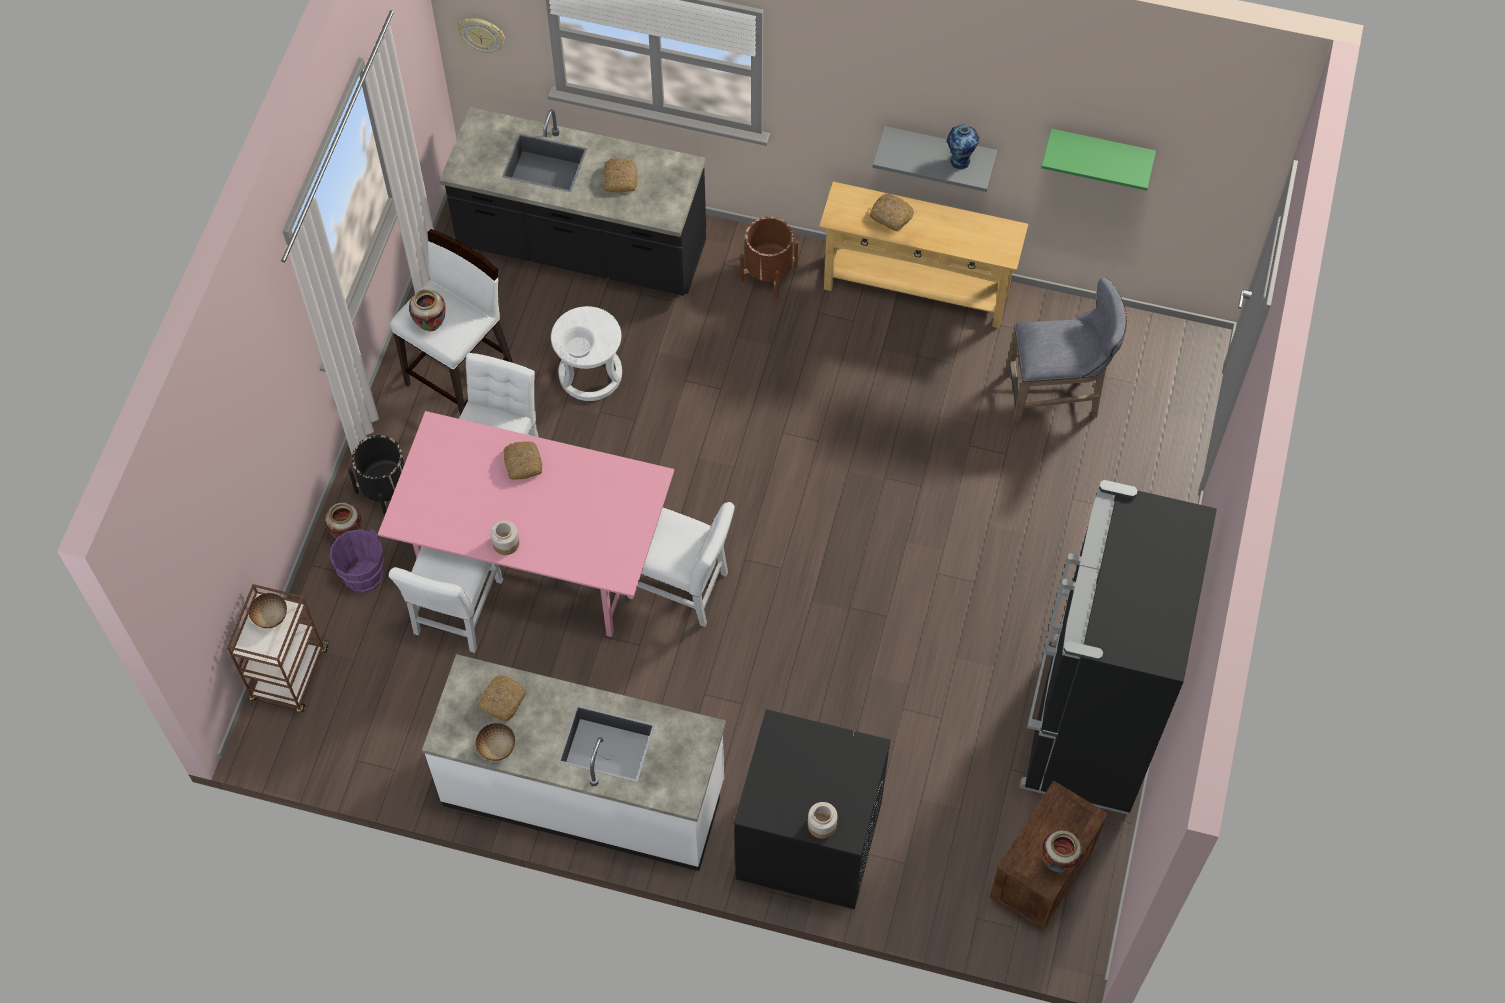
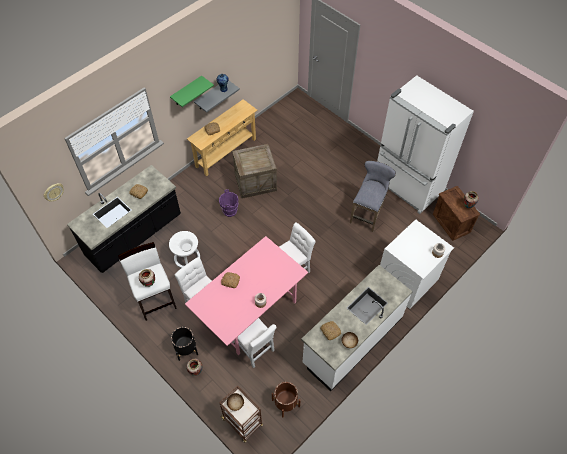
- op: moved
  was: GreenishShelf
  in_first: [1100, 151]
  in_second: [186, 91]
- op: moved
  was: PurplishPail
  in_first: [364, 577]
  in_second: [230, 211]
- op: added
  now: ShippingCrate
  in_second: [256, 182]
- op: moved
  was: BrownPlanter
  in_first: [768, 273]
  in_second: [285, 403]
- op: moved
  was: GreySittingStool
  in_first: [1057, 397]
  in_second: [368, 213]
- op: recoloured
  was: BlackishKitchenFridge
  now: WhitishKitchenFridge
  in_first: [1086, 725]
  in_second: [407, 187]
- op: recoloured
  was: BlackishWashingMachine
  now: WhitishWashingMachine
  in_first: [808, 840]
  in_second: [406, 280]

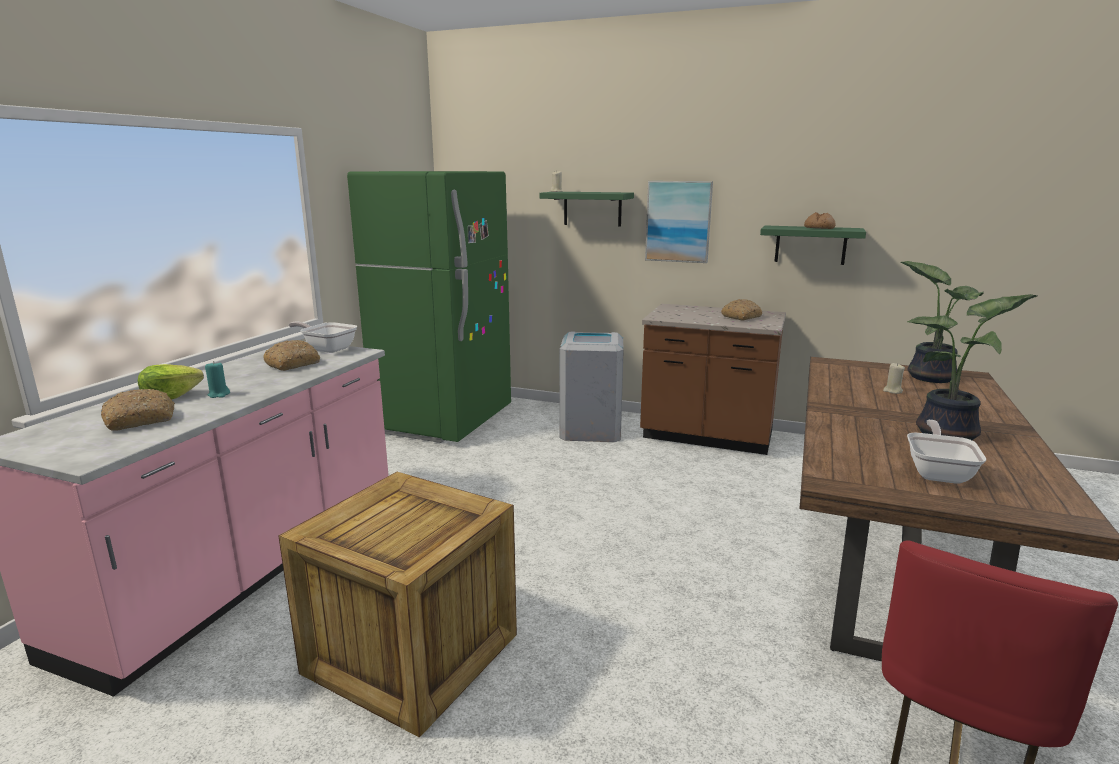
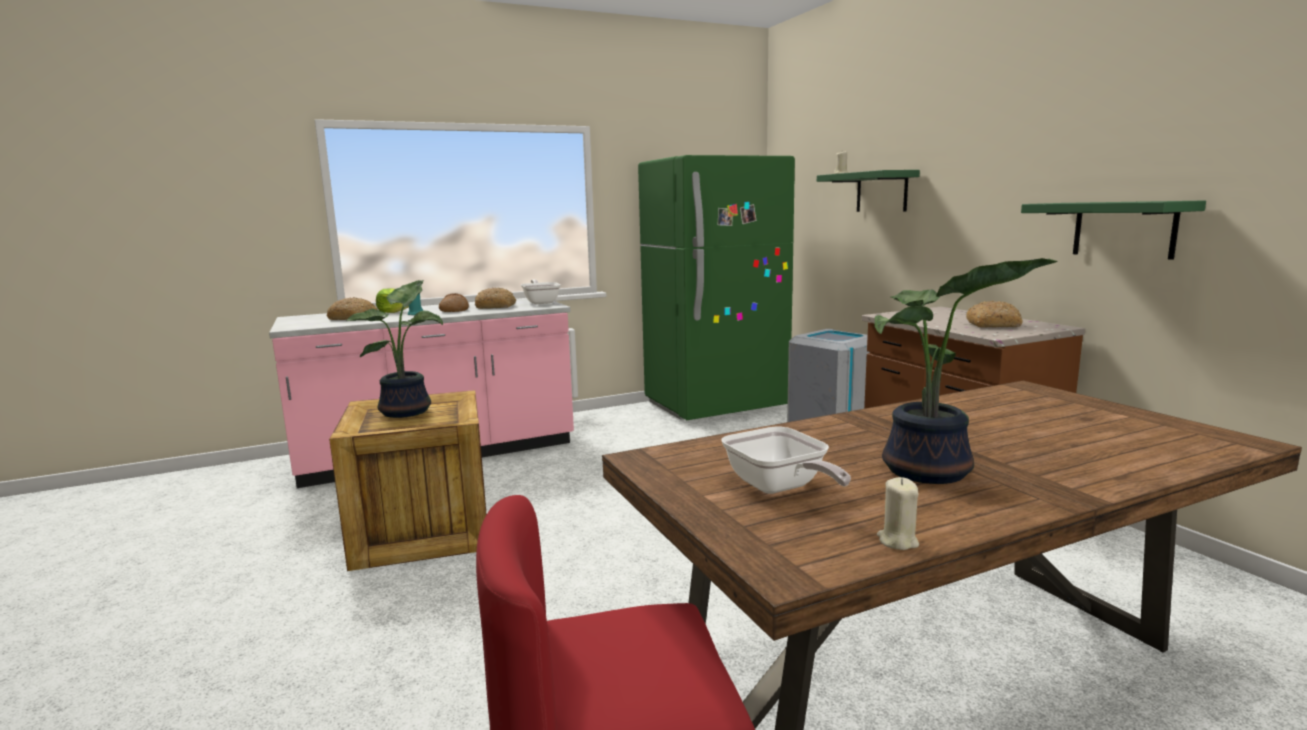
- op: moved
  was: PlantInAPot
  in_first: [930, 376]
  in_second: [409, 411]
- op: moved
  was: BakedBread
  in_first: [819, 228]
  in_second: [454, 310]
- op: turned
  was: Skillet
  in_first: [938, 472]
  in_second: [779, 488]
  clockwise: 90
- op: moved
  was: SandColouredWaxCandle
  in_first: [892, 391]
  in_second: [897, 541]
- op: removed
  was: Picture
  in_first: [678, 221]

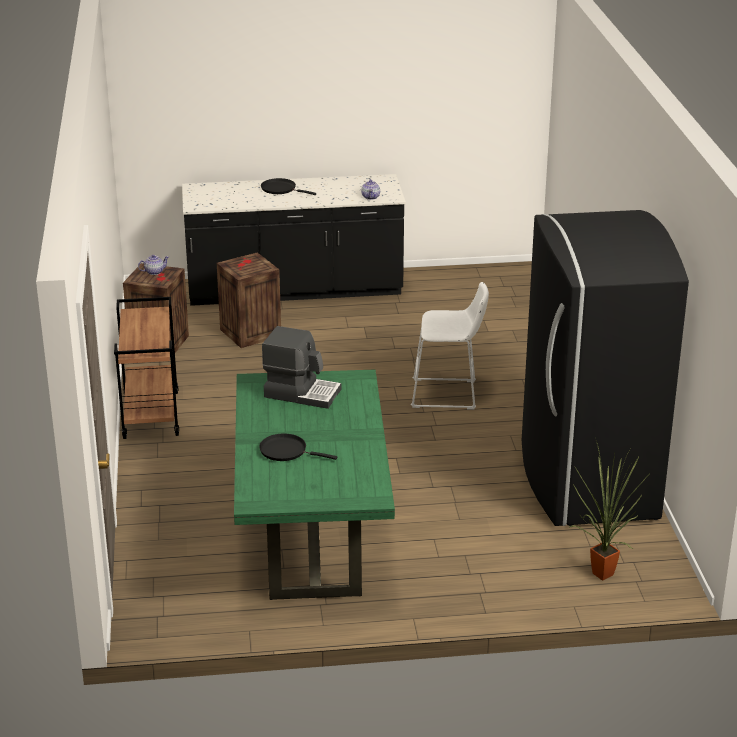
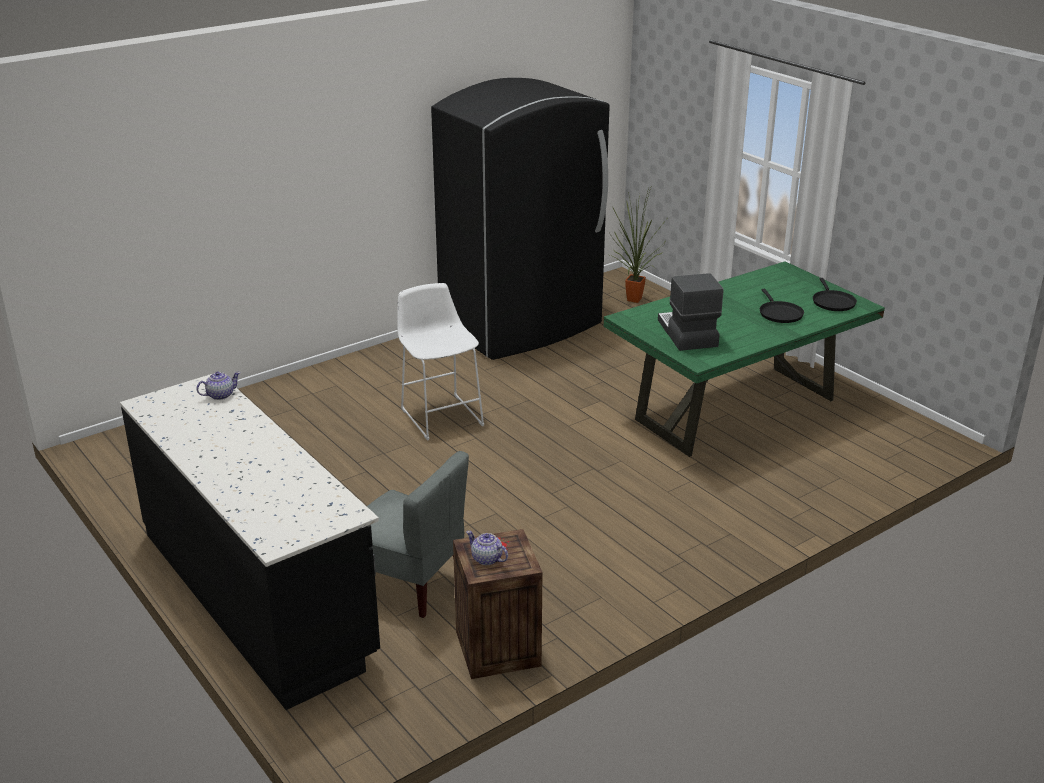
- op: replaced
  was: ShippingCrate
  now: GreyUprightChair
  in_first: [249, 333]
  in_second: [408, 584]
- op: moved
  was: BlackishSkillet
  in_first: [281, 189]
  in_second: [832, 302]
- op: removed
  was: BrownTrolley
  in_first: [150, 414]

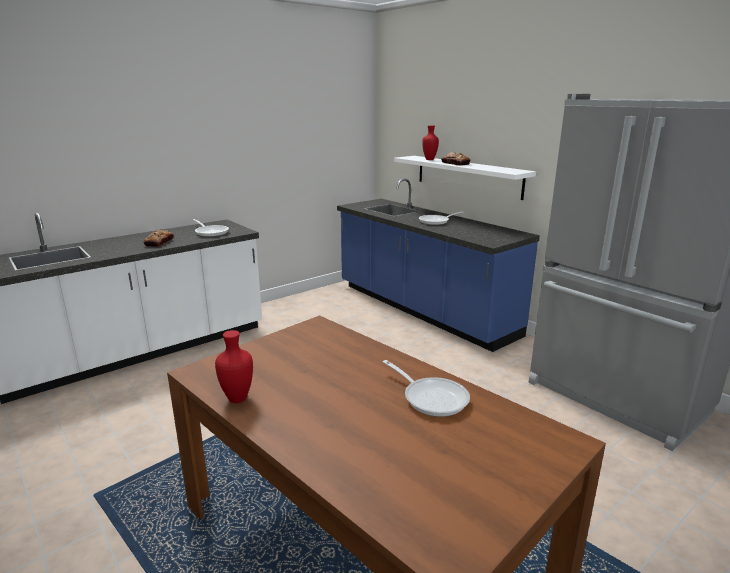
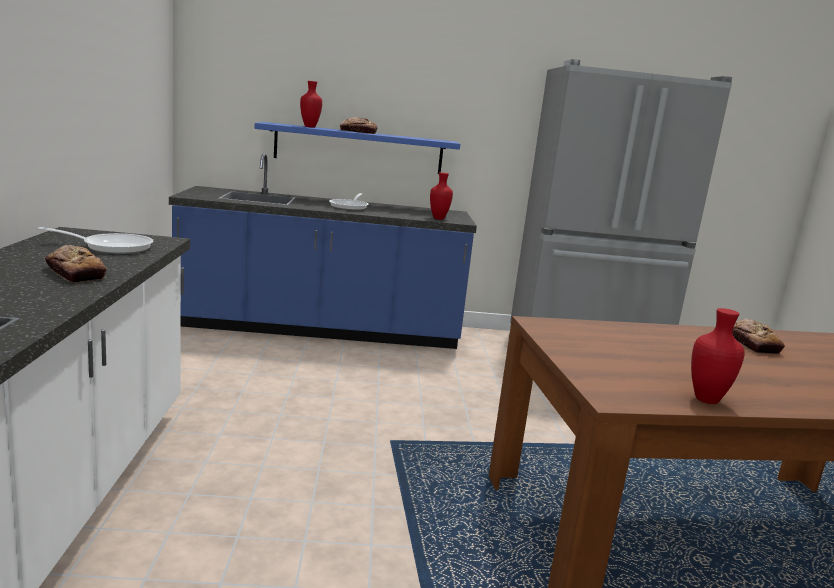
- op: recoloured
  was: WhitishShelf
  now: BlueColouredShelf
  in_first: [467, 176]
  in_second: [359, 149]
- op: added
  now: ReddishDecorativeVase
  in_second: [438, 219]
- op: replaced
  was: Skillet
  now: BakedBread
  in_first: [431, 398]
  in_second: [751, 343]

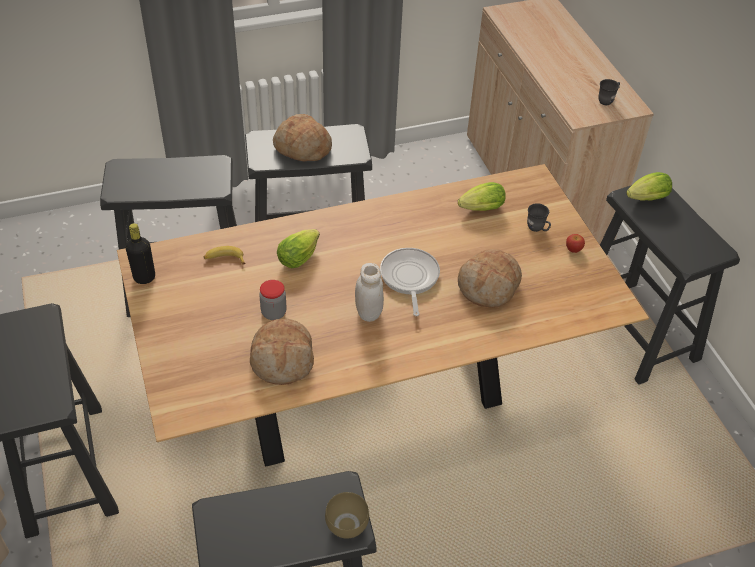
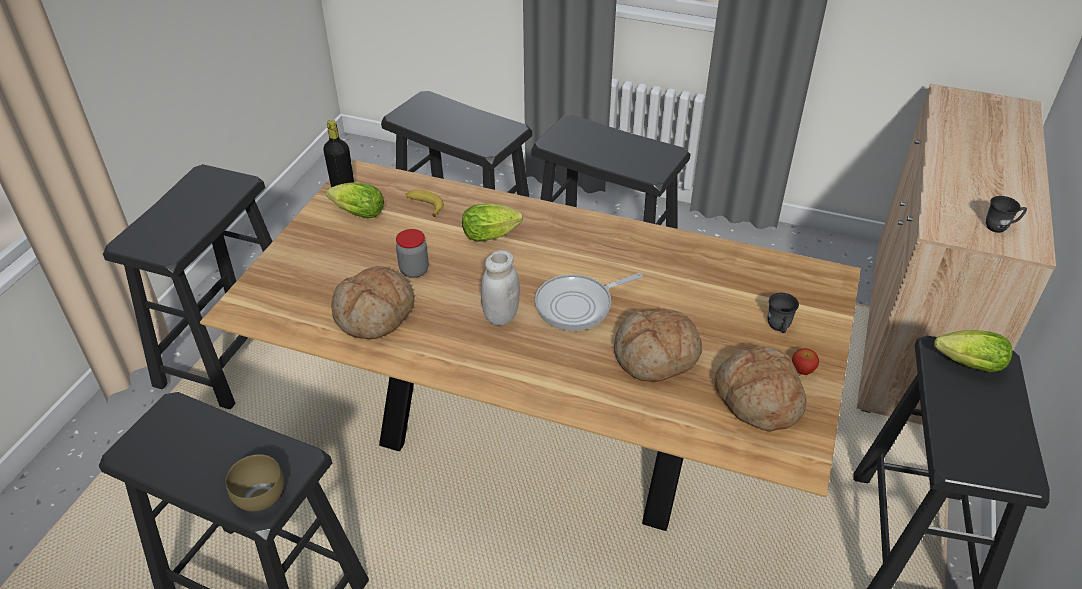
- op: moved
  was: Lettuce
  in_first: [479, 209]
  in_second: [356, 213]
- op: turned
  was: Skillet
  in_first: [409, 278]
  in_second: [578, 305]
  clockwise: -150
- op: moved
  was: BakedBread
  in_first: [302, 147]
  in_second: [757, 399]

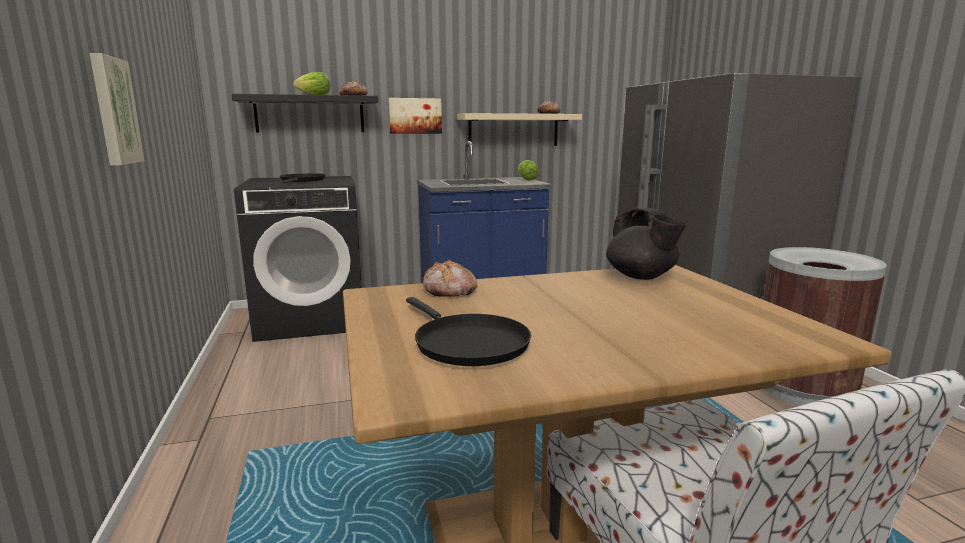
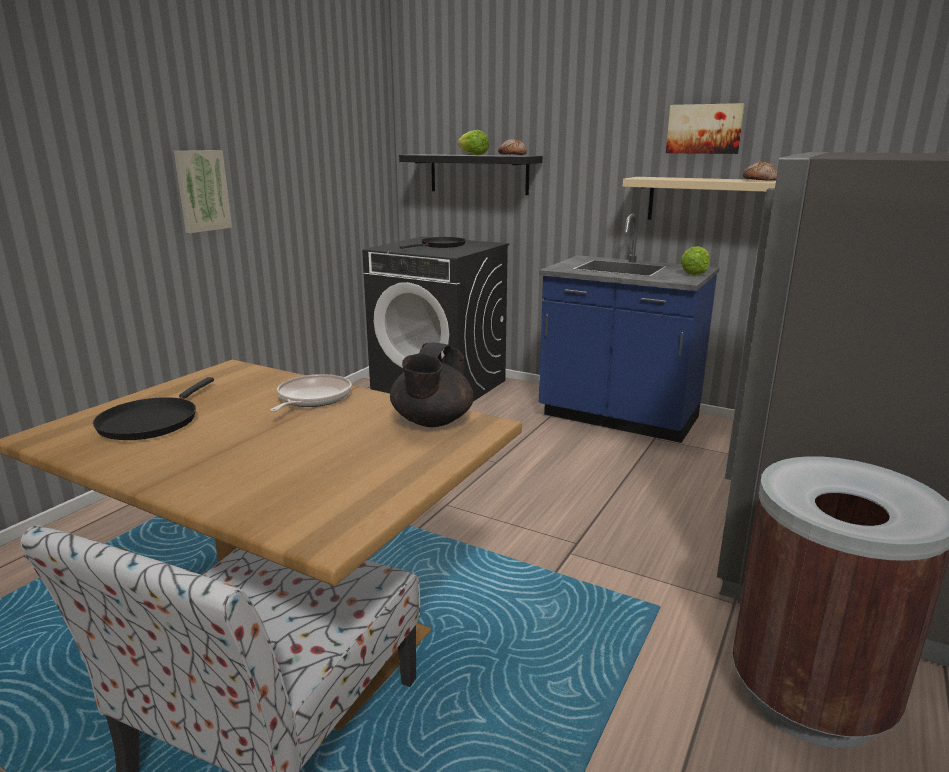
- op: added
  now: Skillet
  in_second: [312, 398]
- op: moved
  was: Picture
  in_first: [415, 116]
  in_second: [704, 129]
- op: removed
  was: BakedBread
  in_first: [449, 291]

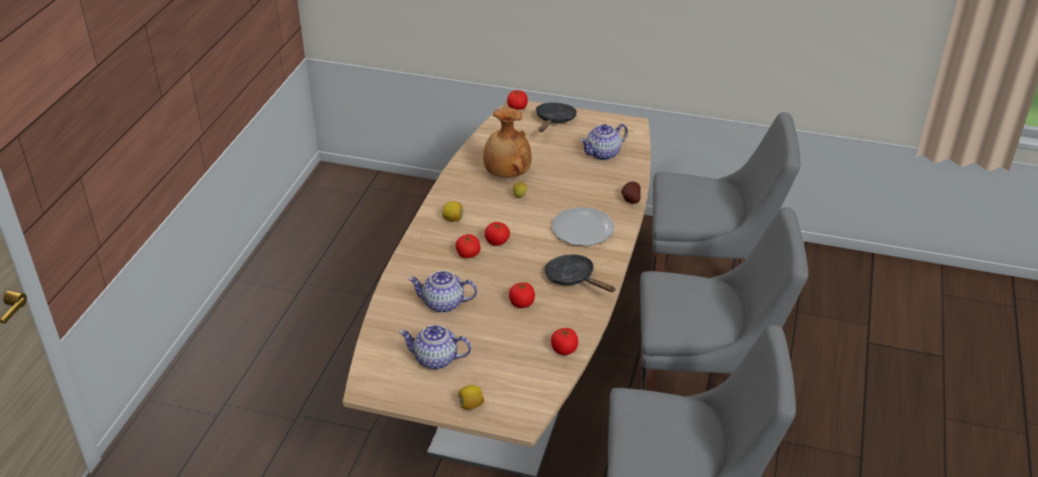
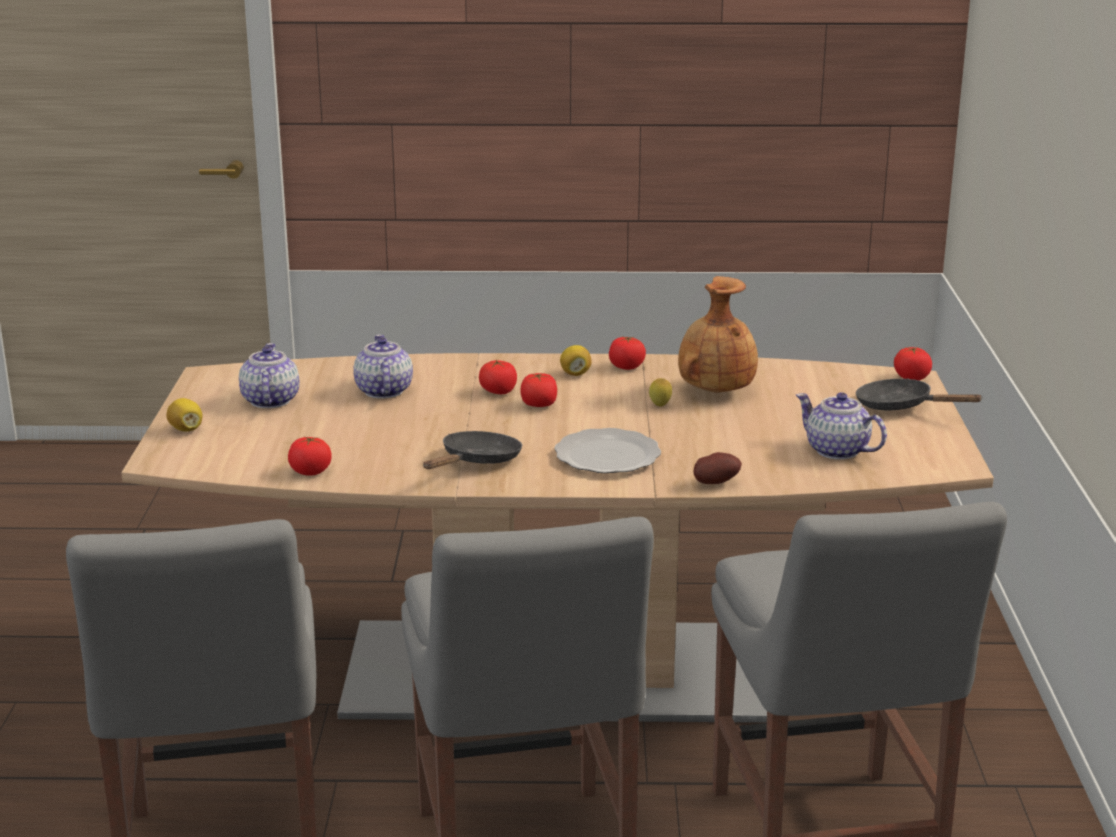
- op: moved
  was: FreshTomato
  in_first: [522, 303]
  in_second: [626, 367]
- op: turned
  was: BlackishSkillet
  in_first: [554, 120]
  in_second: [900, 406]
  clockwise: -150

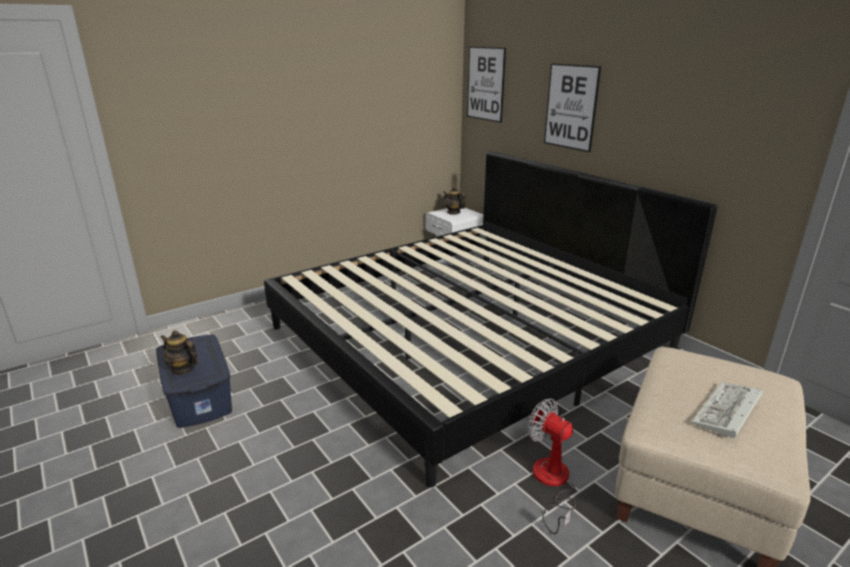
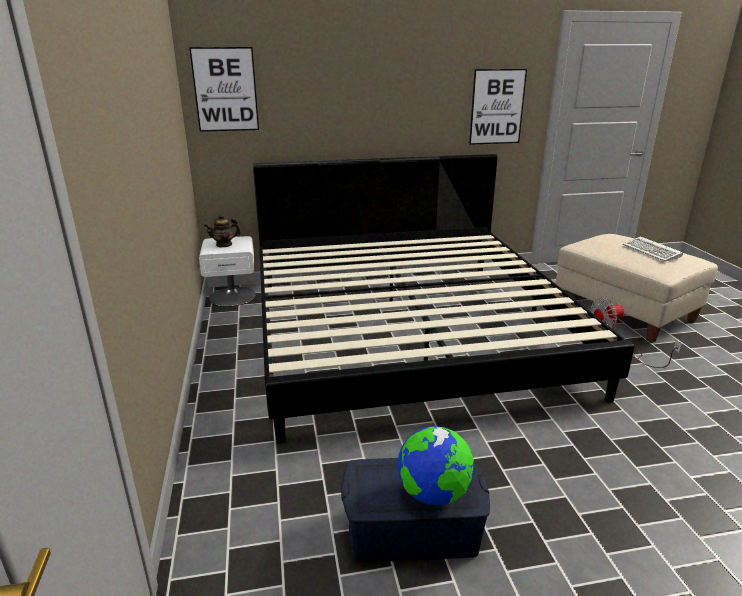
- op: replaced
  was: Teapot
  now: Globe
  in_first: [183, 369]
  in_second: [433, 494]
- op: moved
  was: Picture
  in_first: [571, 107]
  in_second: [497, 107]

